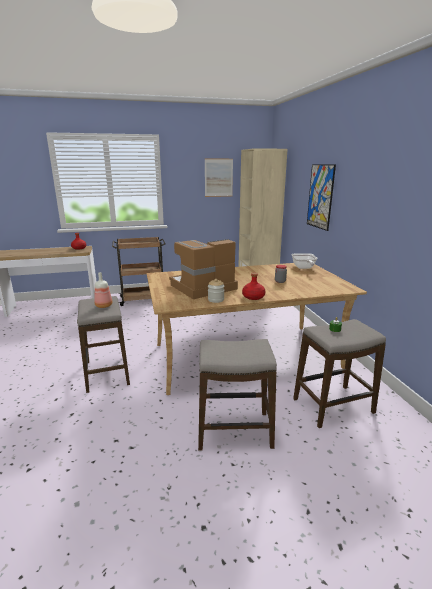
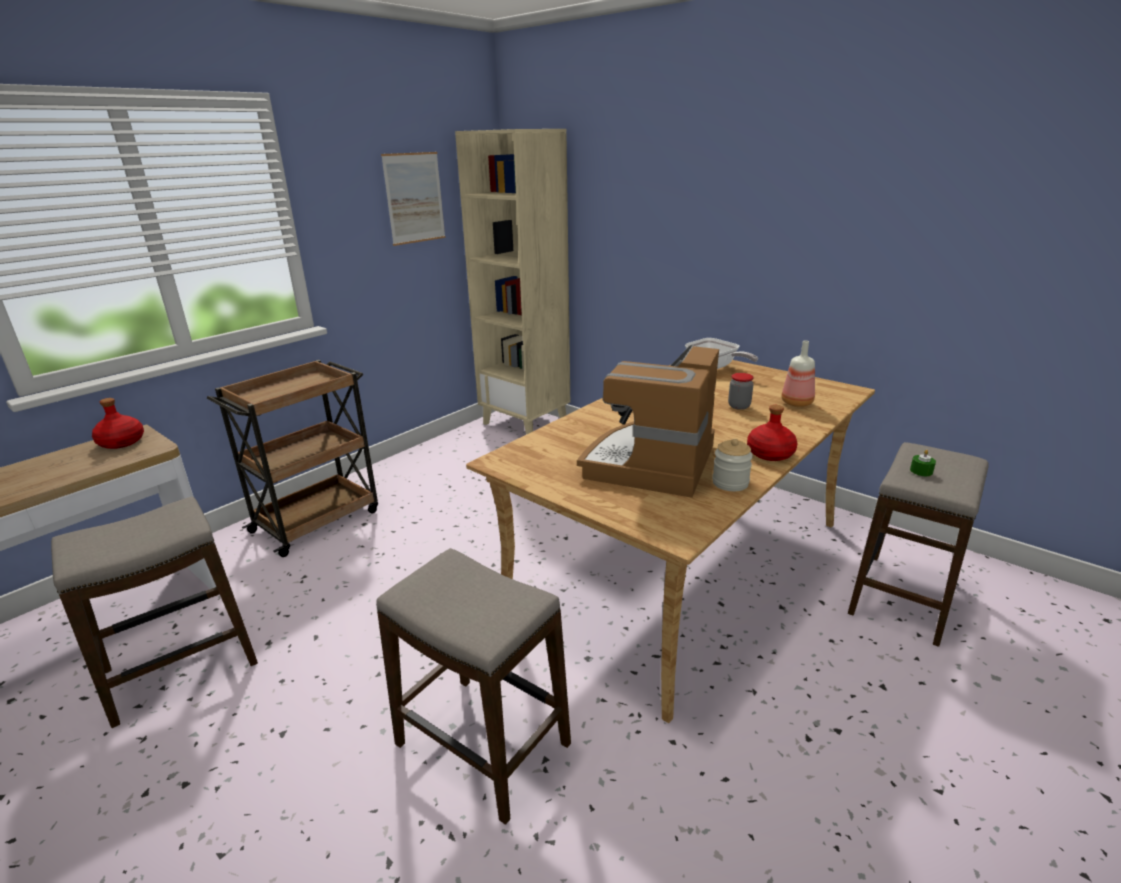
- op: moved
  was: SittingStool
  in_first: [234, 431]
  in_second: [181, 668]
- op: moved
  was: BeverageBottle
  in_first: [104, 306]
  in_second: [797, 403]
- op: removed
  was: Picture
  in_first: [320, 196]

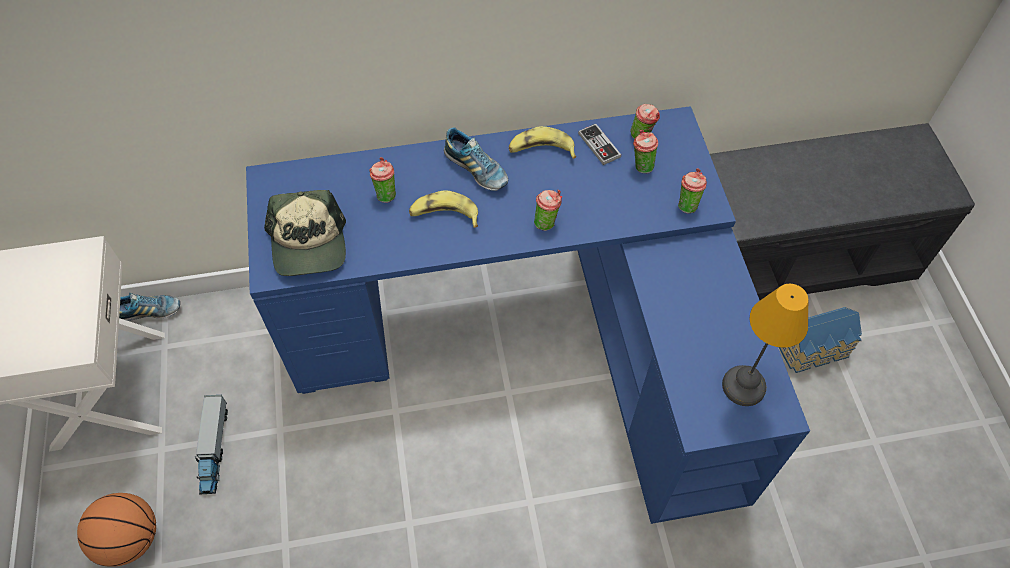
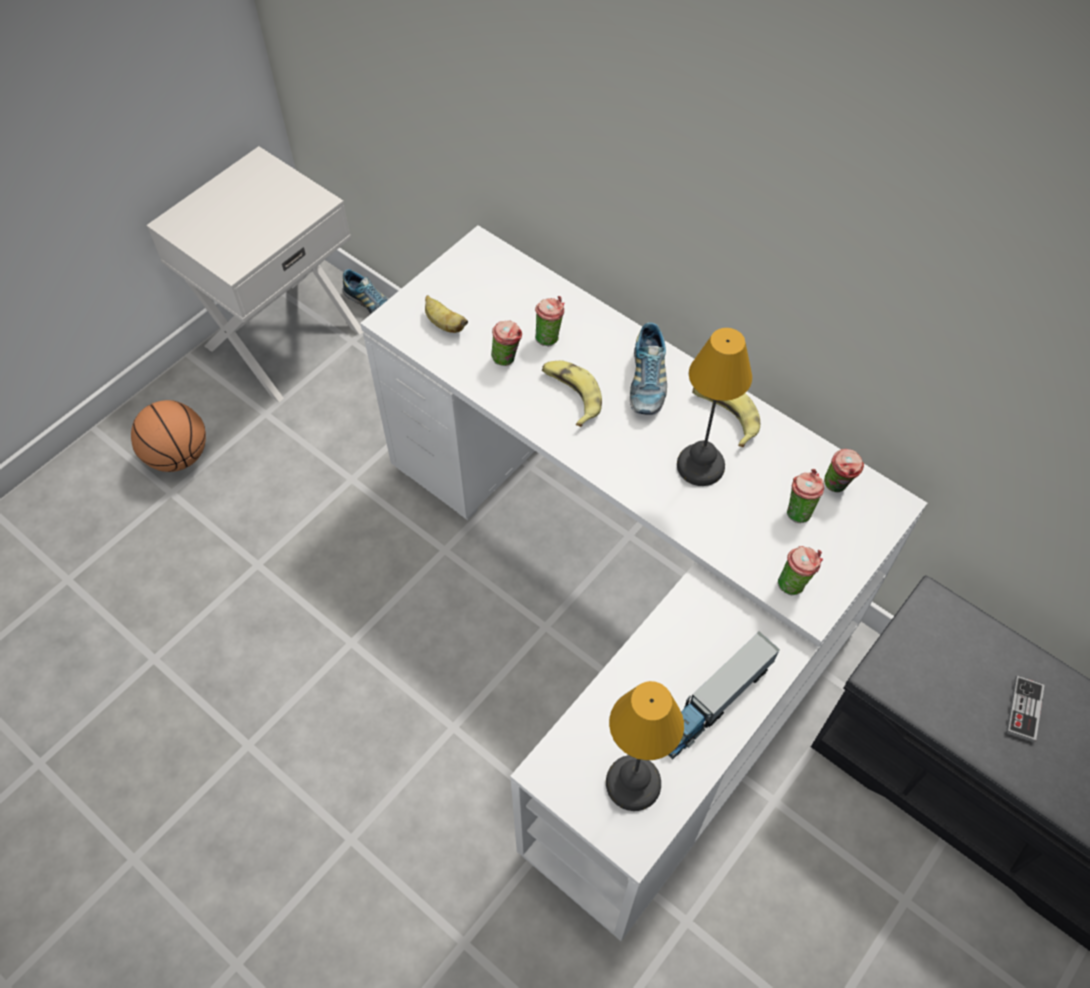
- op: recoloured
  was: BlueColouredDesk
  now: WhitishDesk
  in_first: [536, 339]
  in_second: [622, 608]
- op: replaced
  was: PeakedCap
  now: BananaFruit
  in_first: [309, 244]
  in_second: [444, 324]
- op: moved
  was: DrinkingCup
  in_first: [546, 222]
  in_second: [507, 359]
- op: moved
  was: ToyLorry
  in_first: [214, 448]
  in_second: [714, 703]
- op: added
  now: LampForATable
  in_second: [701, 467]
- op: moved
  was: GameController
  in_first: [599, 145]
  in_second: [1024, 709]
- op: removed
  was: ModelHouse
  in_first: [814, 350]

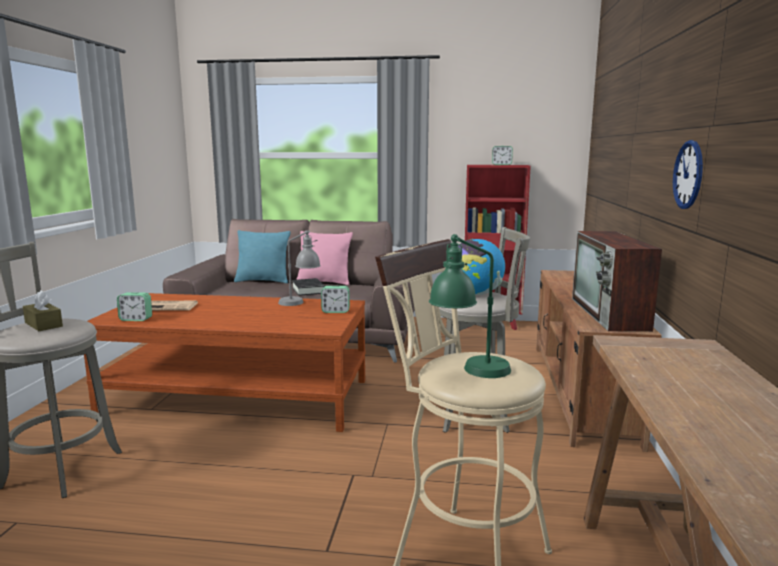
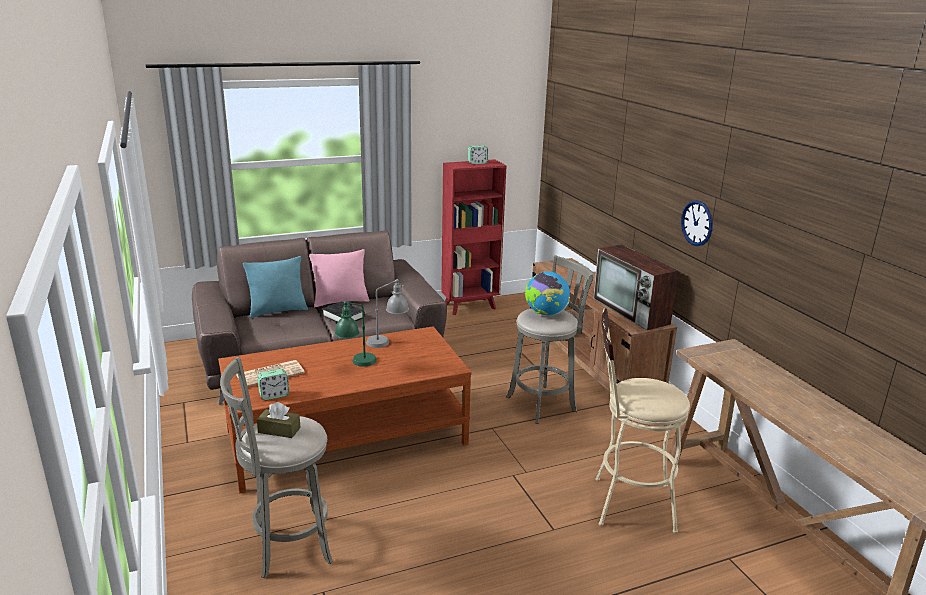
- op: moved
  was: GreenishLampForATable
  in_first: [469, 372]
  in_second: [356, 364]
- op: removed
  was: TableClock
  in_first: [335, 311]

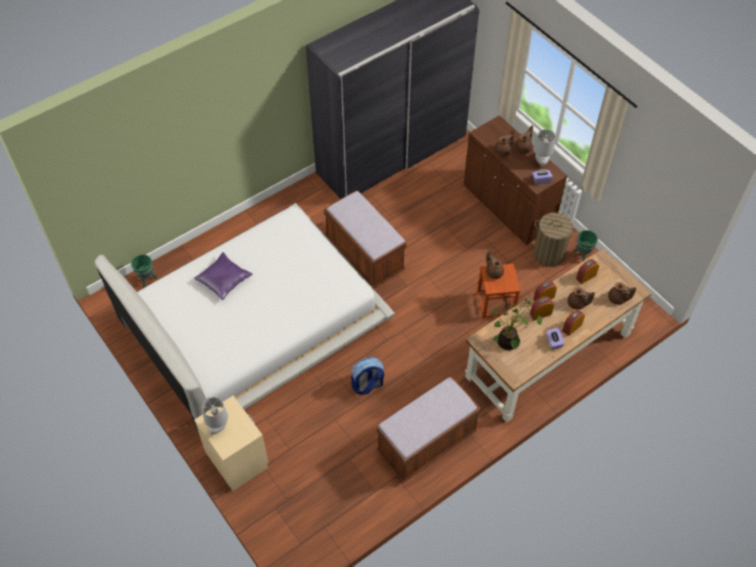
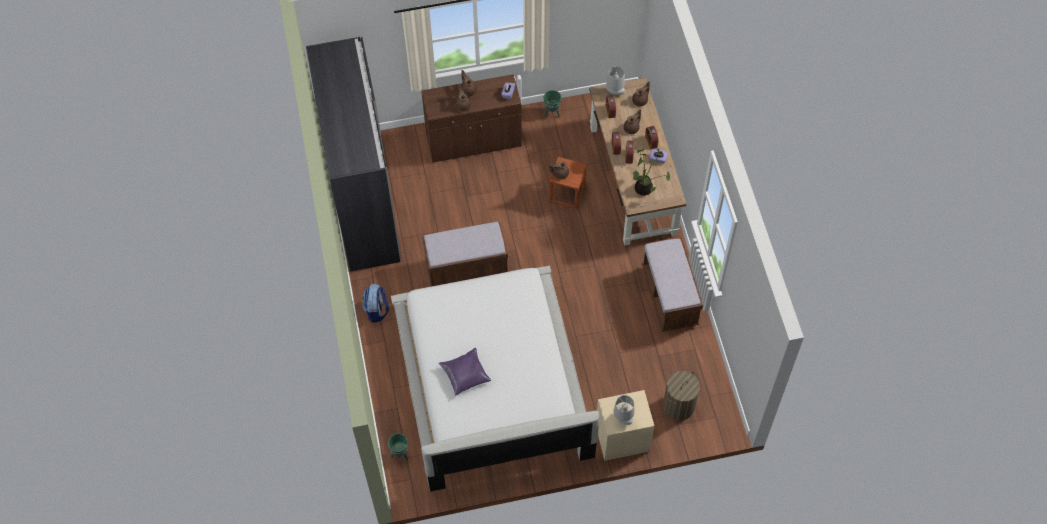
- op: moved
  was: Knapsack
  in_first: [367, 385]
  in_second: [377, 310]
- op: moved
  was: GreyLampForATable
  in_first: [541, 161]
  in_second: [614, 93]
- op: moved
  was: WashingBasket
  in_first: [548, 254]
  in_second: [678, 405]

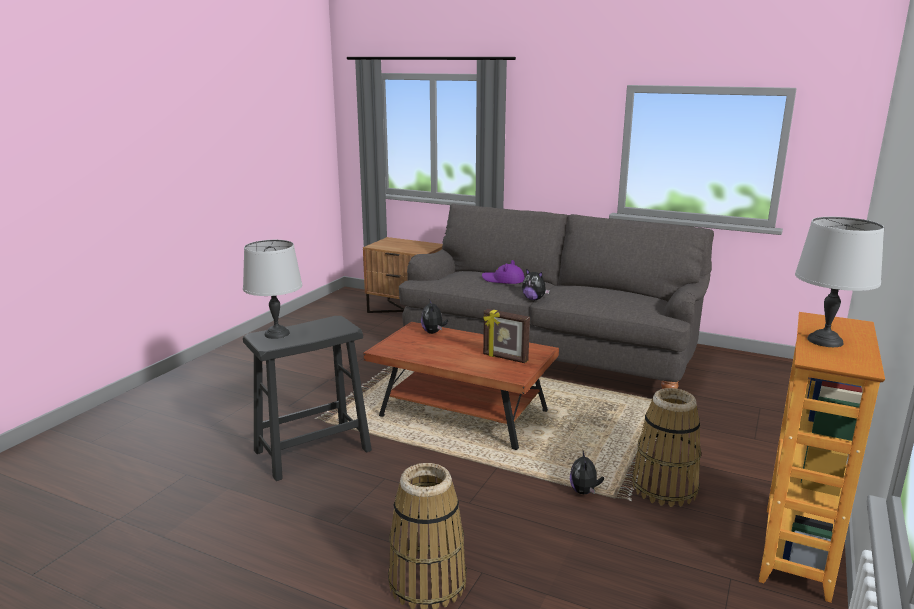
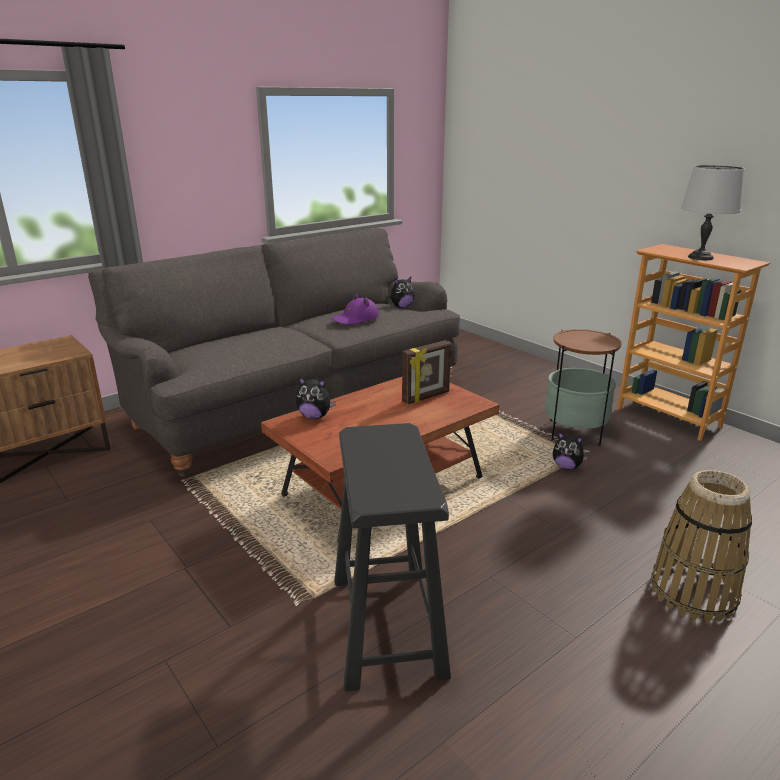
- op: moved
  was: PurplishClothingHat
  in_first: [503, 280]
  in_second: [355, 319]
- op: moved
  was: PlushToy
  in_first: [534, 299]
  in_second: [401, 307]
- op: replaced
  was: HouseholdBasket
  now: EndTable
  in_first: [664, 487]
  in_second: [574, 432]
- op: removed
  was: GreyLampForATable
  in_first: [277, 333]

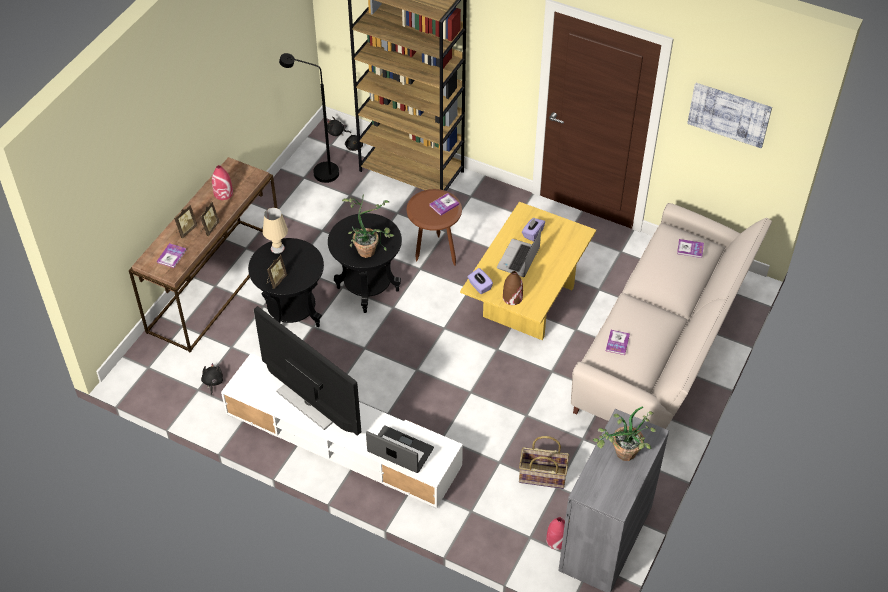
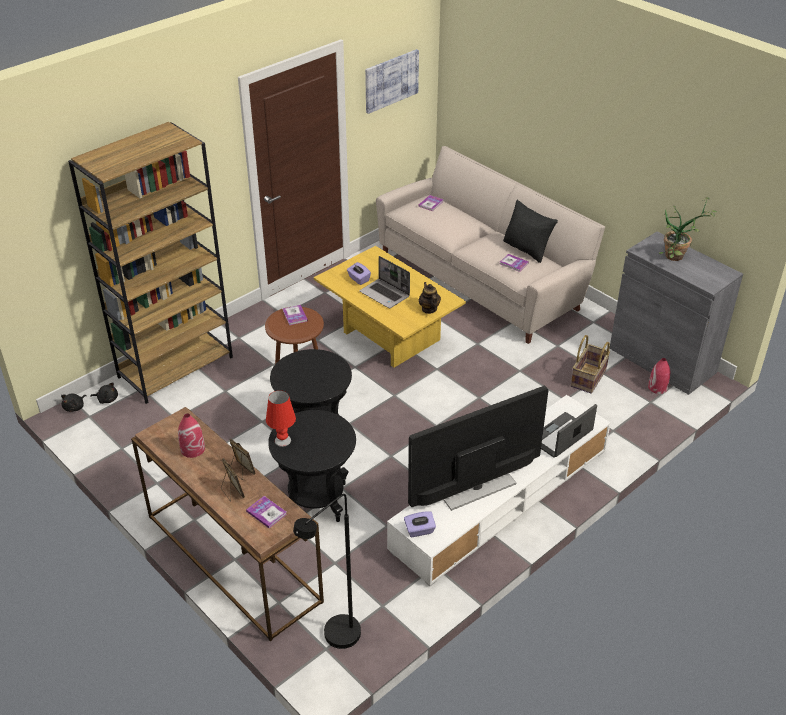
- op: recoloured
  was: SandColouredLampForATable
  now: ReddishLampForATable
  in_first: [277, 248]
  in_second: [282, 440]
- op: moved
  was: BlackishStandingLamp
  in_first: [319, 172]
  in_second: [336, 641]
- op: moved
  was: PurplishTissueHolder
  in_first: [479, 286]
  in_second: [419, 530]
- op: replaced
  was: BrownDecorativeVase
  now: Teapot
  in_first: [512, 297]
  in_second: [429, 309]
- op: added
  now: BlackishCushion
  in_second: [527, 249]
- op: removed
  was: BlackishPlushToy
  in_first: [212, 382]
- op: removed
  was: PhotoFrame
  in_first: [276, 280]
- op: removed
  was: PlantInAPot
  in_first: [368, 248]

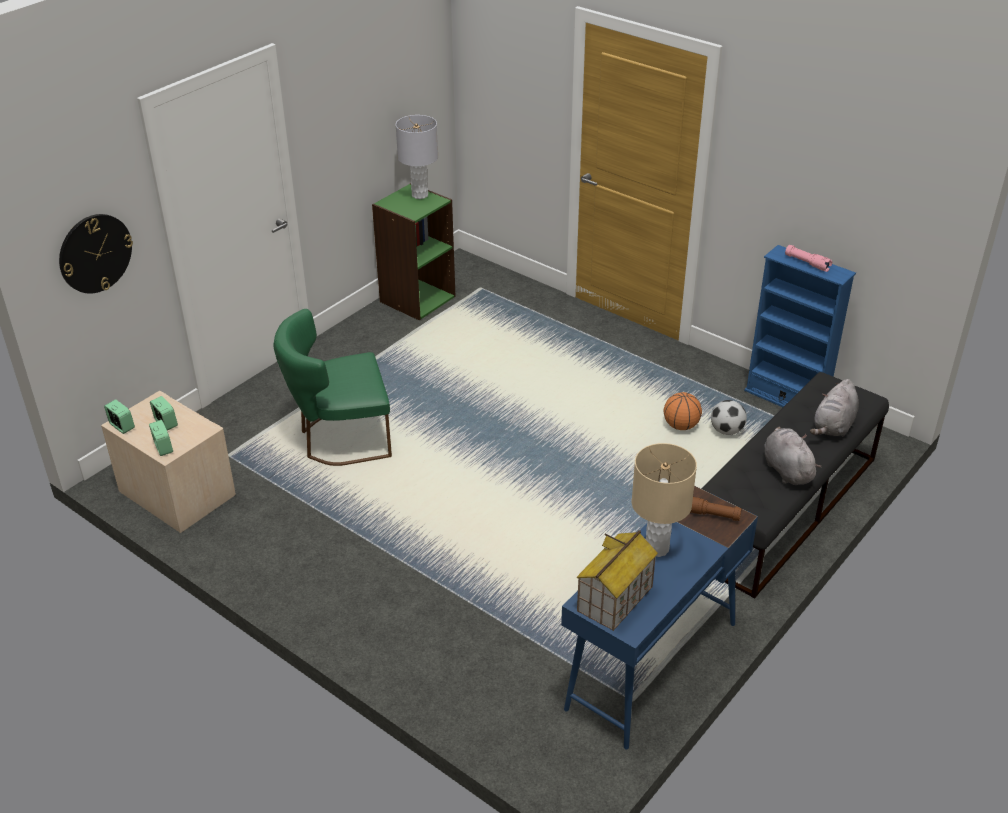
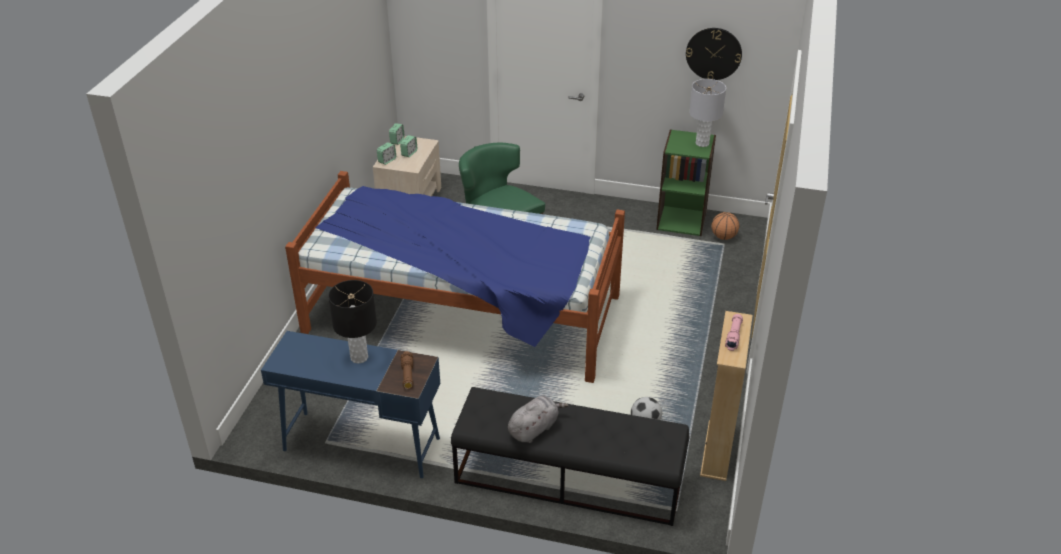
- op: added
  now: SleepingBed
  in_second: [463, 314]
- op: recoloured
  was: SandColouredLampForATable
  now: BlackishLampForATable
  in_first: [657, 548]
  in_second: [359, 357]
- op: moved
  was: ClockOnTheWall
  in_first: [95, 253]
  in_second: [713, 53]
- op: recoloured
  was: BlueColouredShelvingUnit
  now: SandColouredShelvingUnit
  in_first: [786, 399]
  in_second: [717, 450]
- op: moved
  was: BasketballBall
  in_first: [681, 426]
  in_second: [723, 237]
- op: removed
  was: ModelHouse
  in_first: [615, 599]
- op: removed
  was: GreyPlushToy
  in_first: [833, 426]

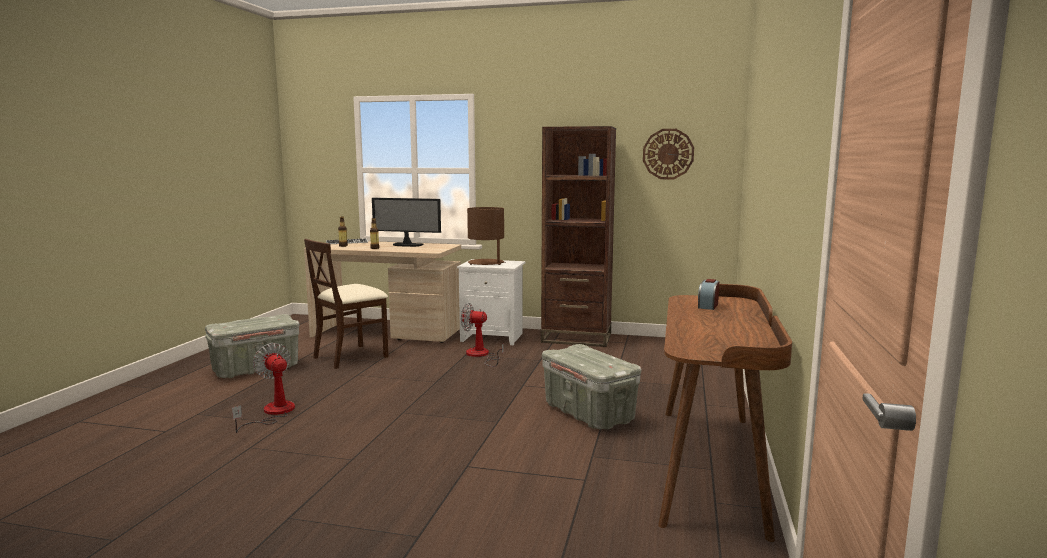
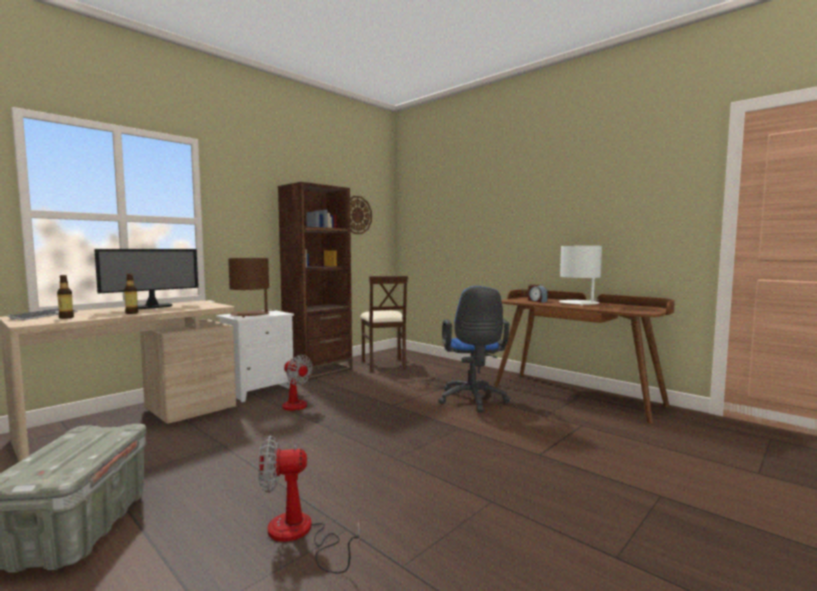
- op: turned
  was: ElectricFan
  in_first: [481, 355]
  in_second: [297, 403]
  clockwise: -90
- op: moved
  was: SandColouredUprightChair
  in_first: [351, 356]
  in_second: [384, 365]
- op: replaced
  was: GreyStorageBin
  now: BlueColouredDeskChair
  in_first: [587, 413]
  in_second: [473, 401]
- op: added
  now: WhitishLampForATable
  in_second: [579, 303]

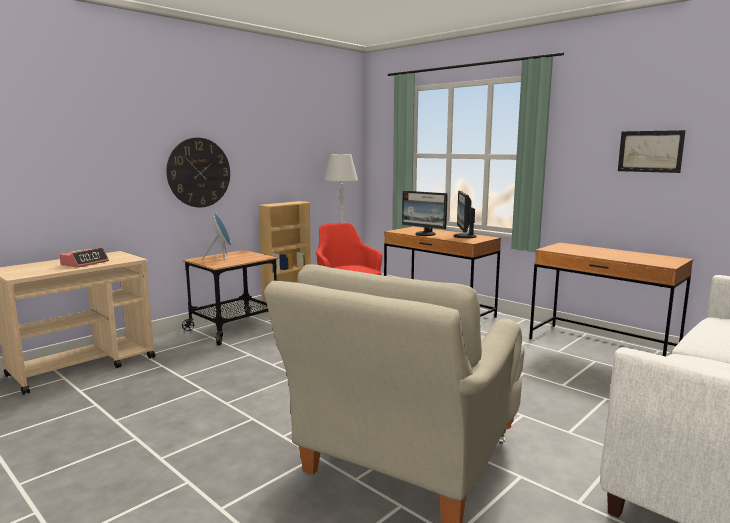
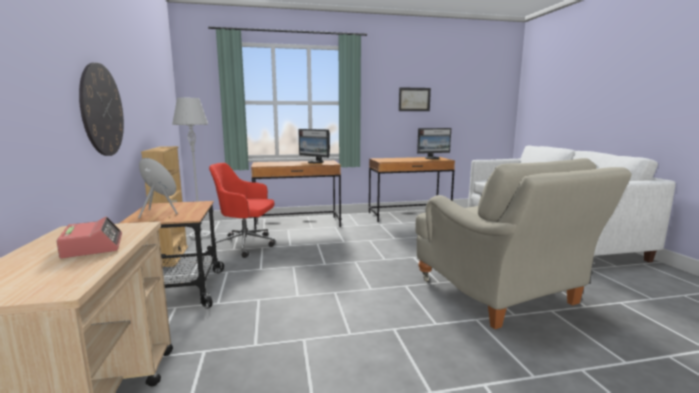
- op: moved
  was: ComputerDisplay
  in_first: [425, 234]
  in_second: [433, 158]

